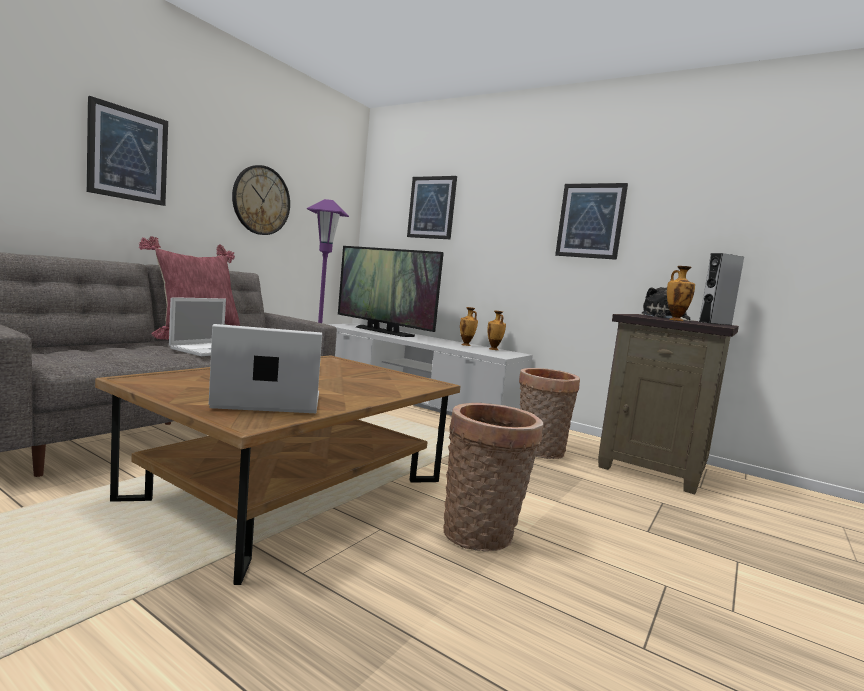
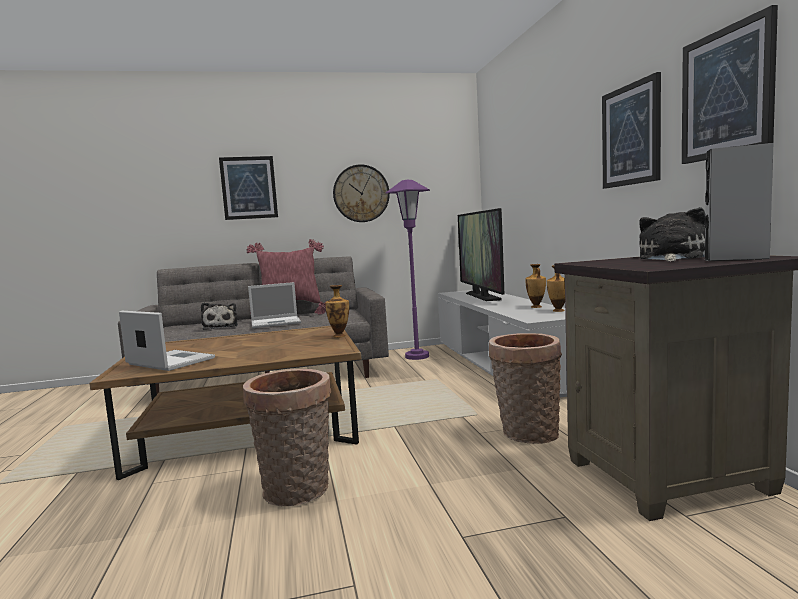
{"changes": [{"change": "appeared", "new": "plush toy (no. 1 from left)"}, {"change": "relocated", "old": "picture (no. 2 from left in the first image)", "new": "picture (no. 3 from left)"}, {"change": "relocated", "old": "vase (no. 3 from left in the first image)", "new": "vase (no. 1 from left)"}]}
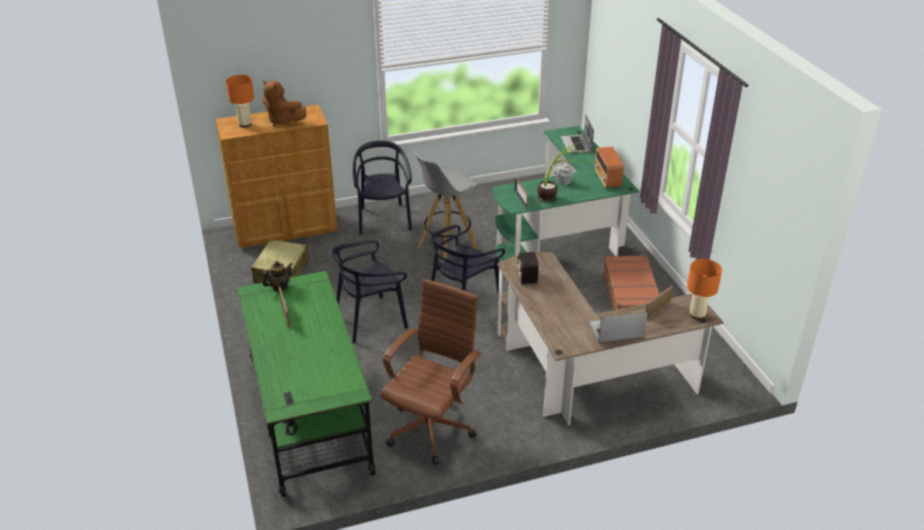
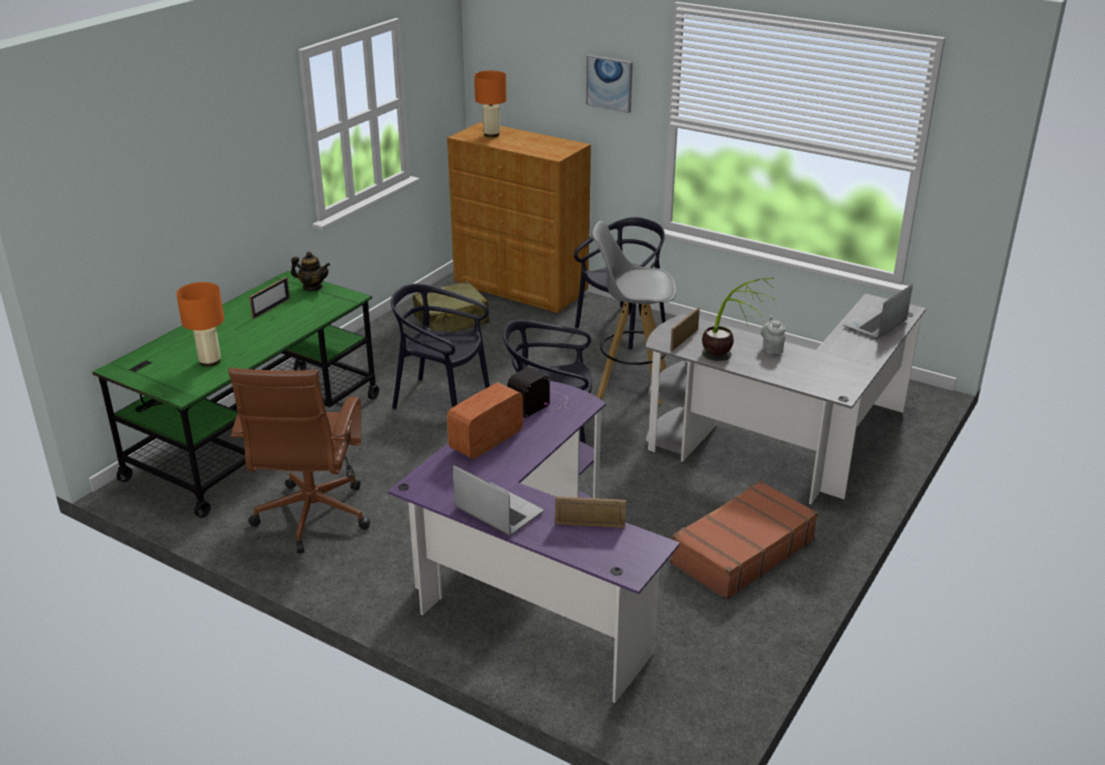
{"changes": [{"change": "missing", "old": "brown plush toy"}, {"change": "appeared", "new": "picture"}, {"change": "relocated", "old": "radio (no. 2 from left in the first image)", "new": "radio (no. 1 from left)"}, {"change": "relocated", "old": "orange table lamp (no. 2 from left in the first image)", "new": "orange table lamp (no. 1 from left)"}, {"change": "colour", "old": "green desk (no. 2 from left)", "new": "grey desk"}, {"change": "colour", "old": "brown desk", "new": "purple desk"}, {"change": "spun", "old": "brown office chair", "degrees": 105}]}
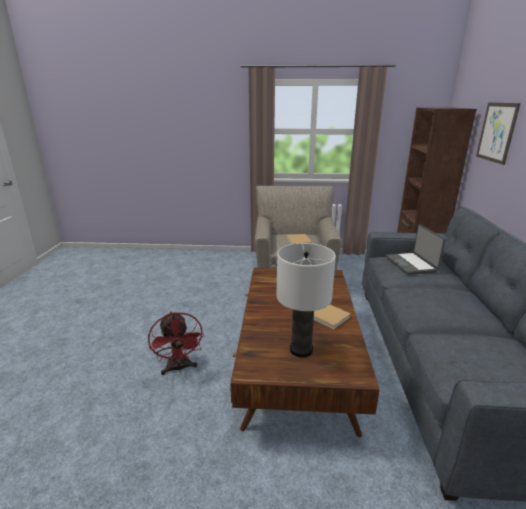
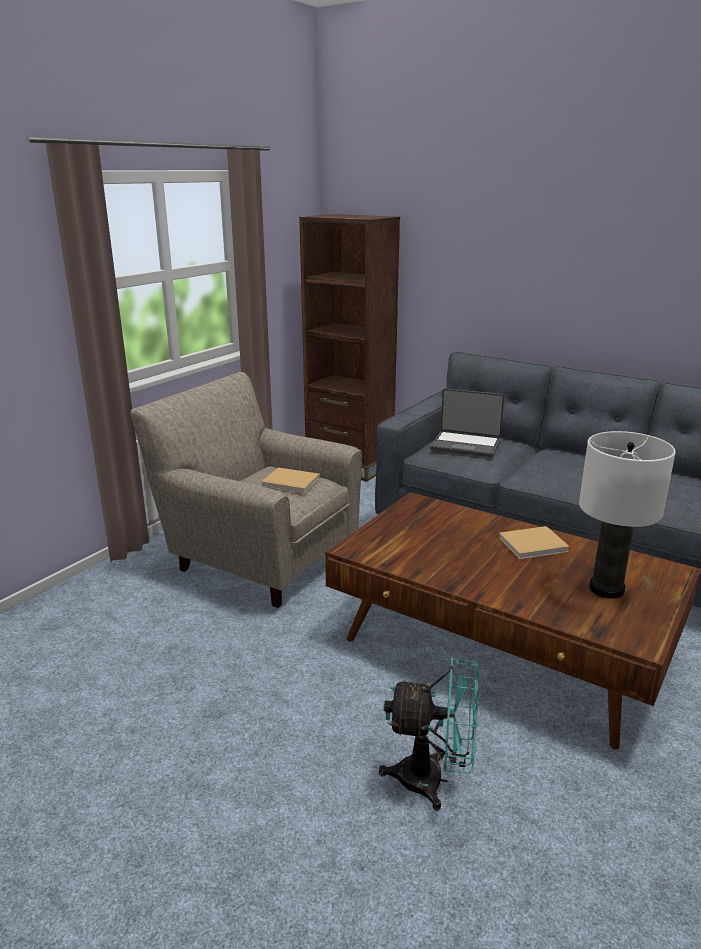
{"changes": [{"change": "missing", "old": "picture"}, {"change": "colour", "old": "red fan", "new": "turquoise fan"}]}
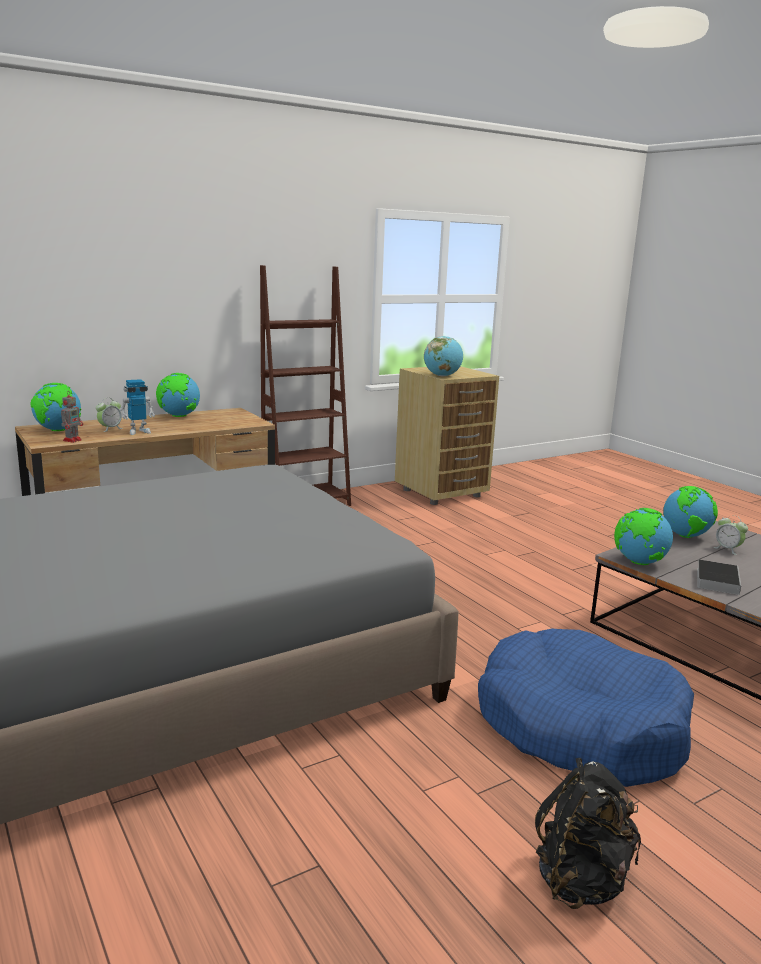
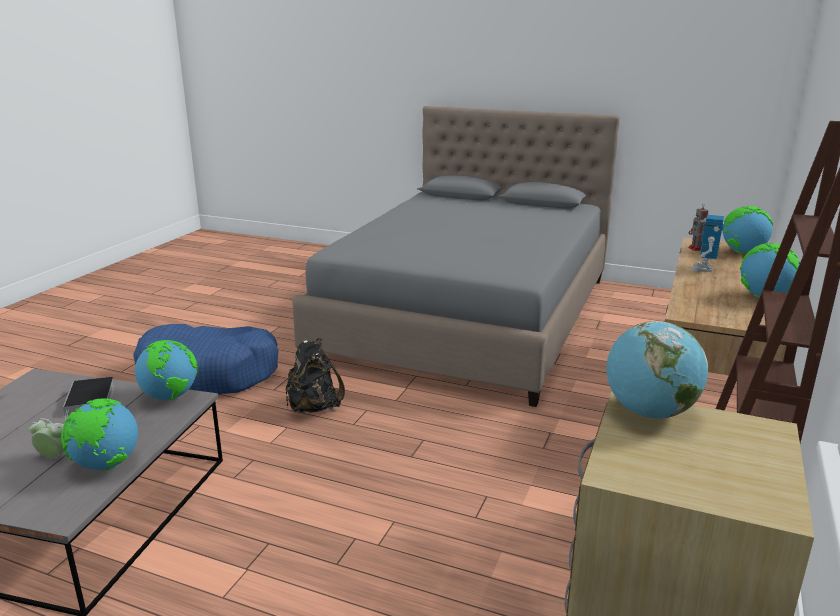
{"changes": [{"change": "missing", "old": "alarm clock (no. 1 from left)"}, {"change": "relocated", "old": "black backpack"}]}
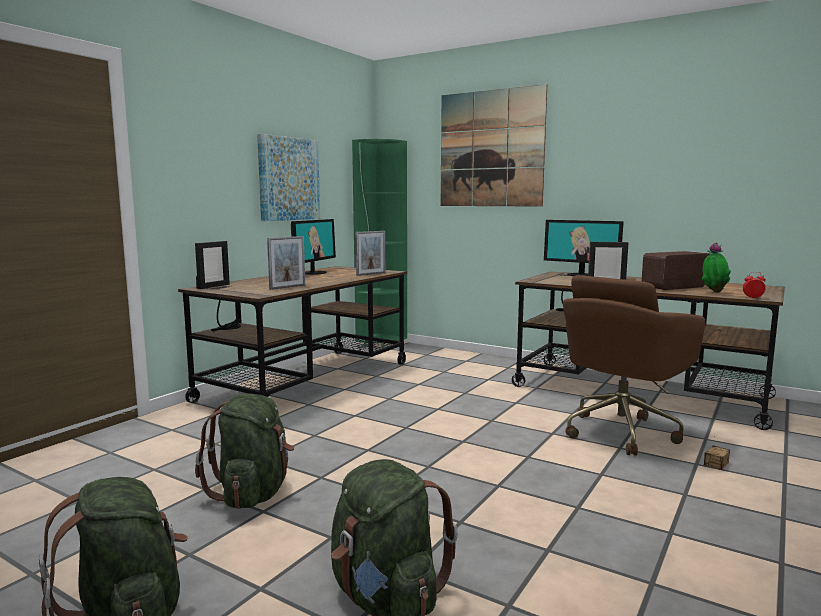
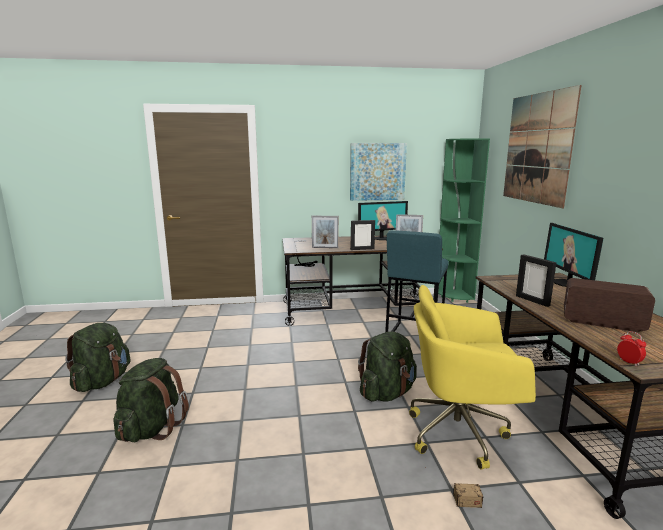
{"changes": [{"change": "missing", "old": "potted plant"}, {"change": "appeared", "new": "turquoise stool"}, {"change": "relocated", "old": "picture frame (no. 1 from left in the first image)", "new": "picture frame (no. 2 from left)"}, {"change": "relocated", "old": "green backpack (no. 2 from left in the first image)", "new": "green backpack (no. 3 from left)"}, {"change": "colour", "old": "brown office chair", "new": "yellow office chair"}]}
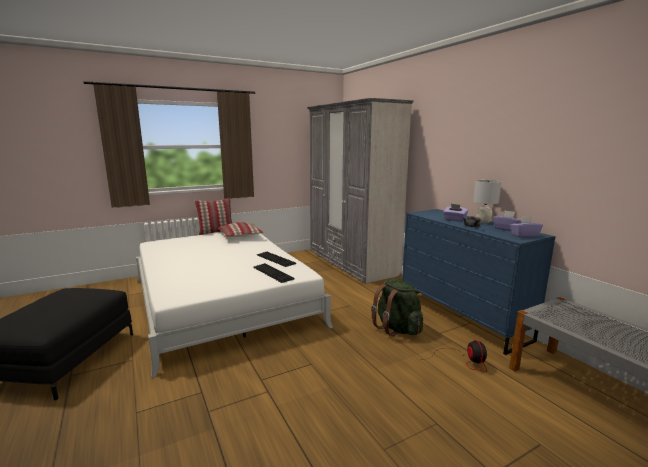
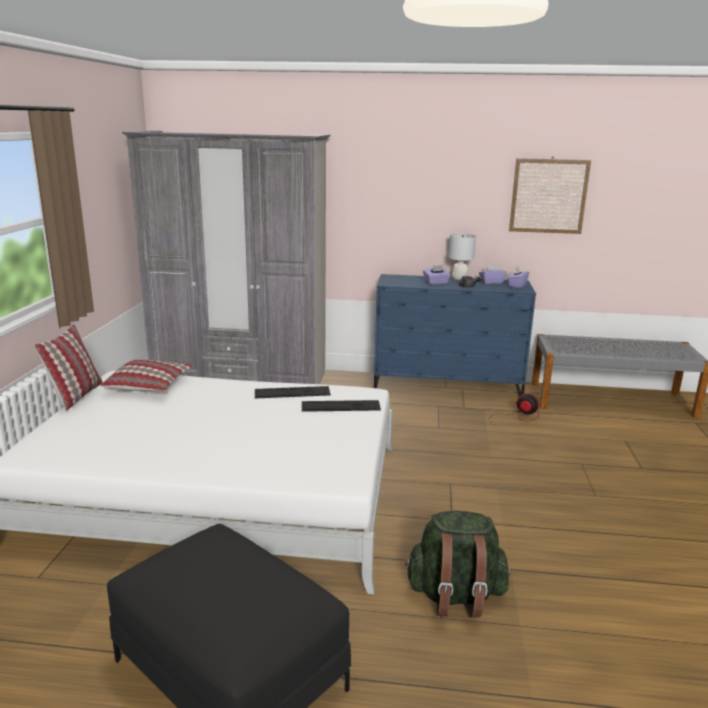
{"changes": [{"change": "appeared", "new": "picture"}, {"change": "relocated", "old": "green backpack"}]}
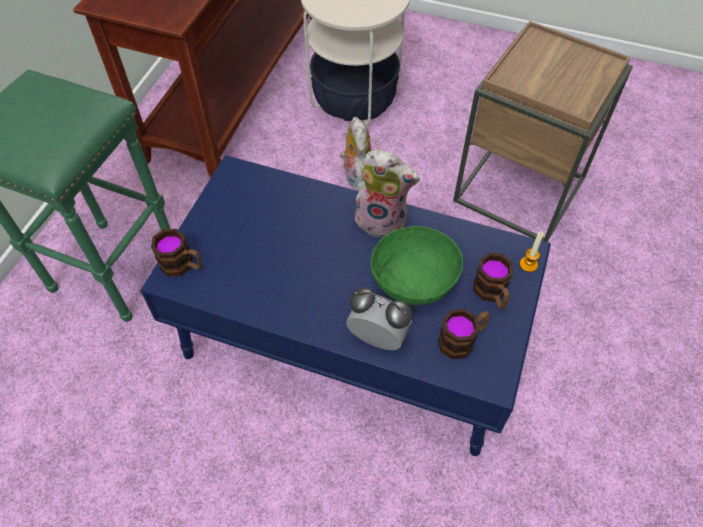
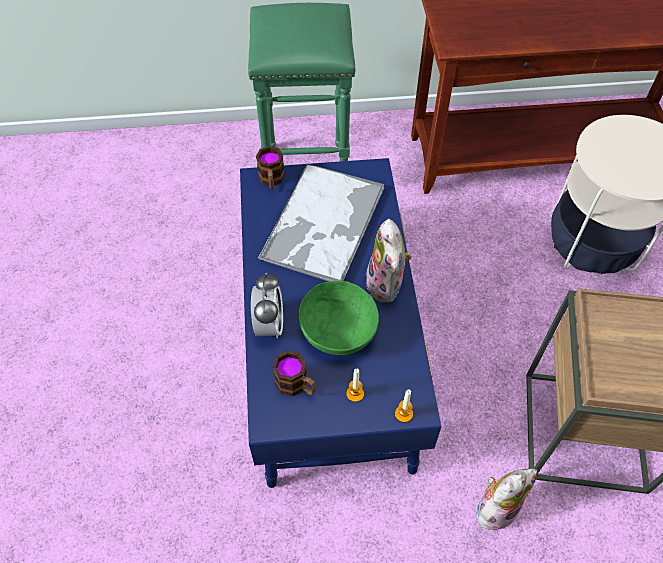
{"changes": [{"change": "appeared", "new": "tray"}, {"change": "relocated", "old": "plush toy (no. 1 from left in the first image)", "new": "plush toy (no. 2 from left)"}, {"change": "exchanged", "old": "mug (no. 3 from left)", "new": "candle (no. 1 from left)"}]}
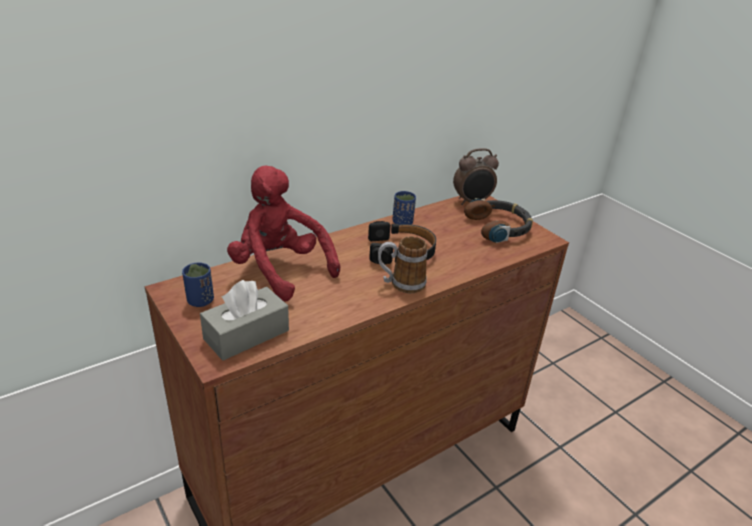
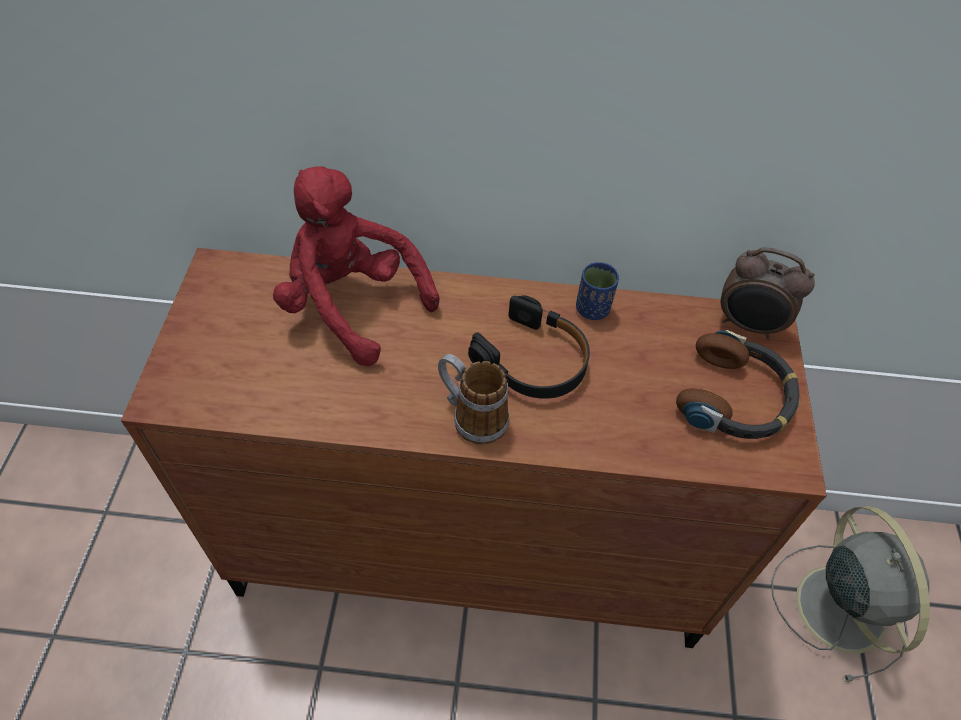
{"changes": [{"change": "missing", "old": "blue cup (no. 1 from left)"}, {"change": "missing", "old": "grey tissue box"}, {"change": "appeared", "new": "grey fan"}, {"change": "spun", "old": "red plush toy", "degrees": -45}]}
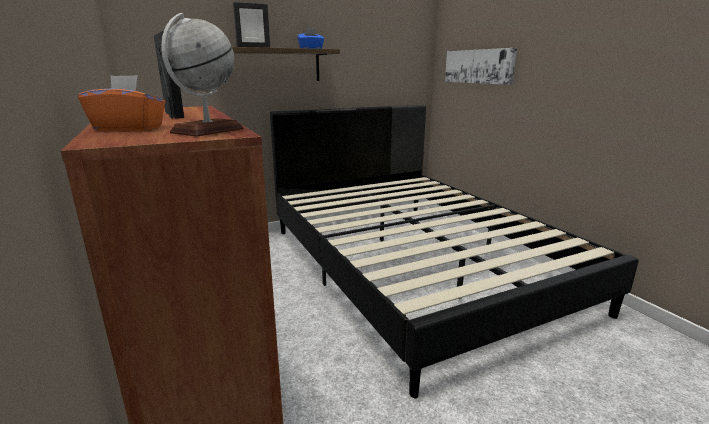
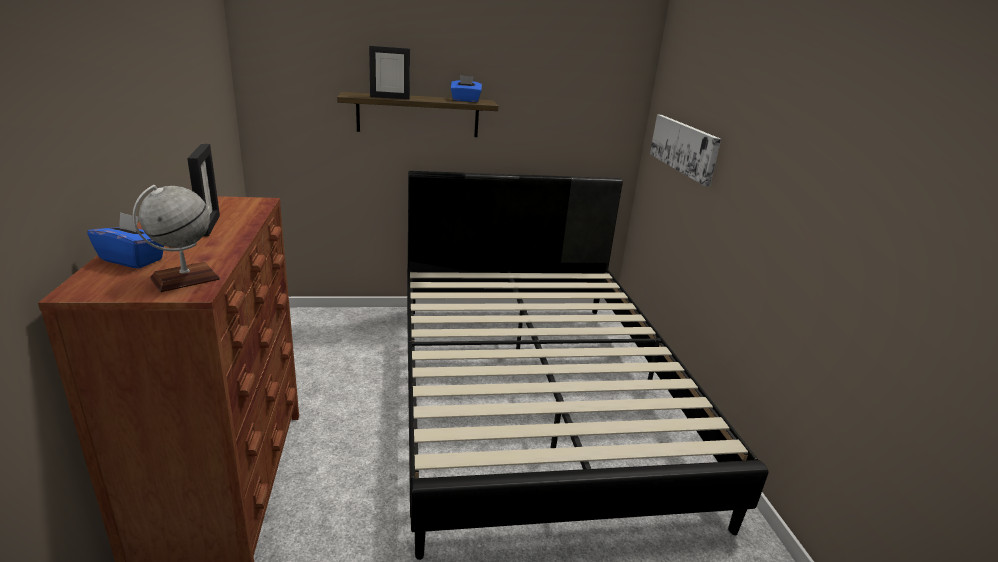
{"changes": [{"change": "colour", "old": "orange tissue box", "new": "blue tissue box (no. 1 from left)"}]}
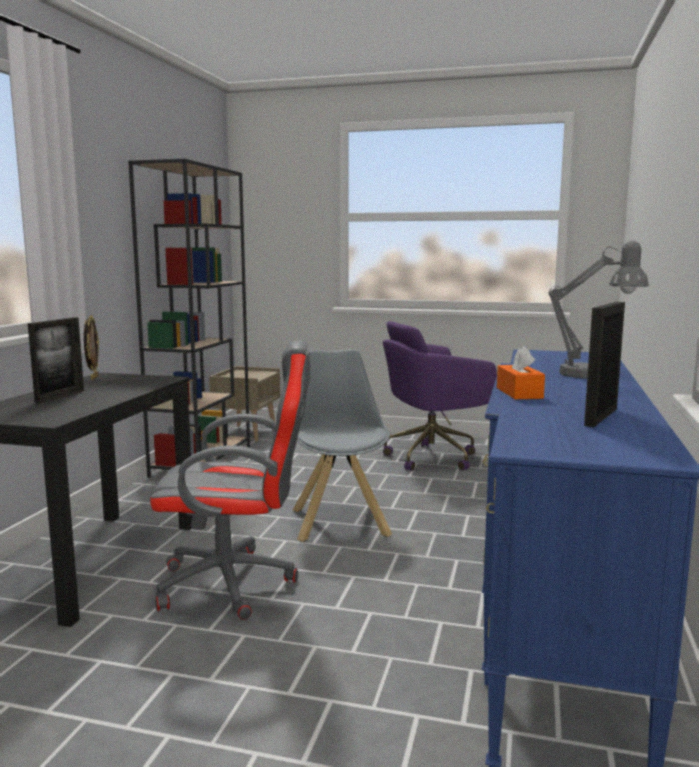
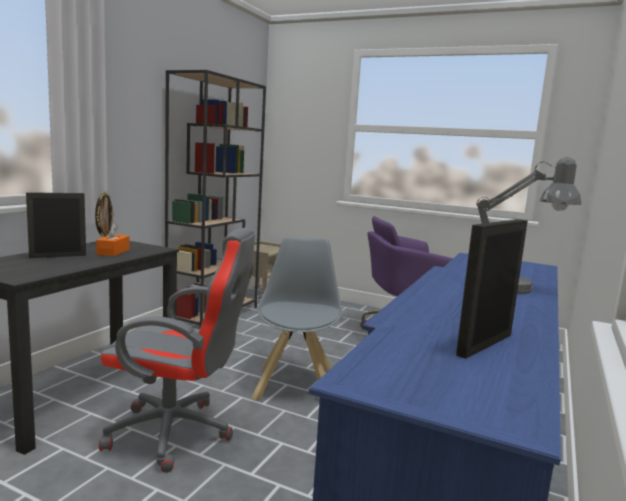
{"changes": [{"change": "relocated", "old": "orange tissue box"}, {"change": "spun", "old": "picture frame (no. 1 from left)", "degrees": -150}]}
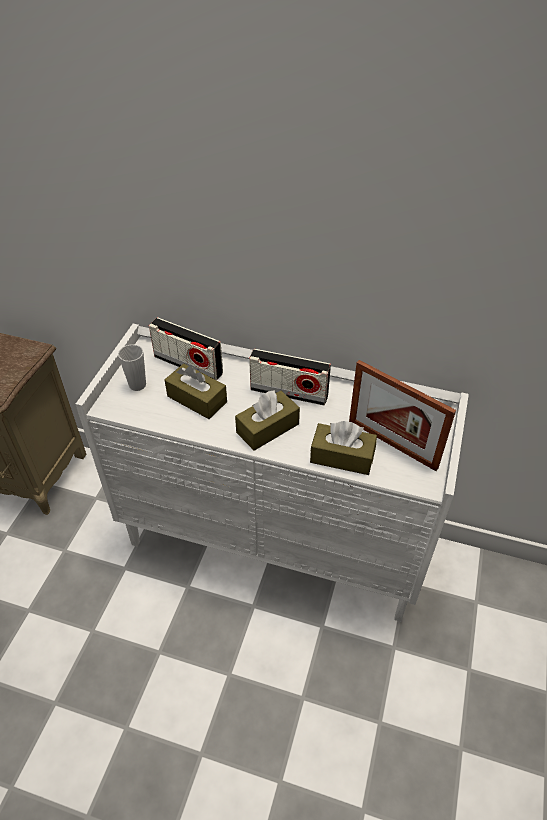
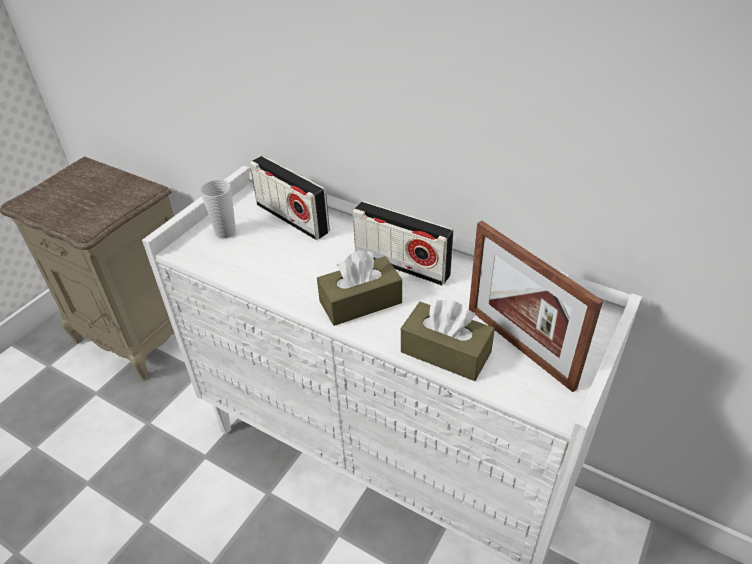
{"changes": [{"change": "missing", "old": "brown tissue box (no. 1 from left)"}]}
